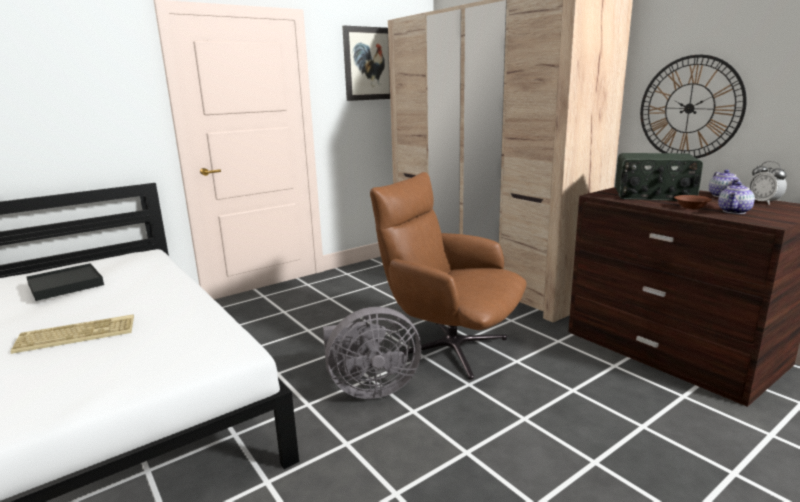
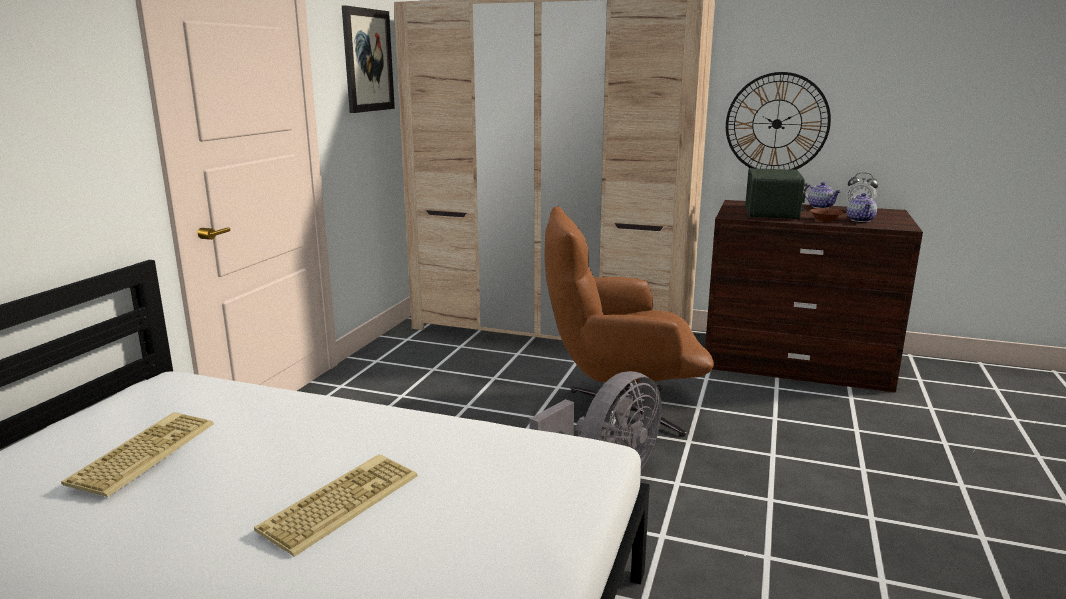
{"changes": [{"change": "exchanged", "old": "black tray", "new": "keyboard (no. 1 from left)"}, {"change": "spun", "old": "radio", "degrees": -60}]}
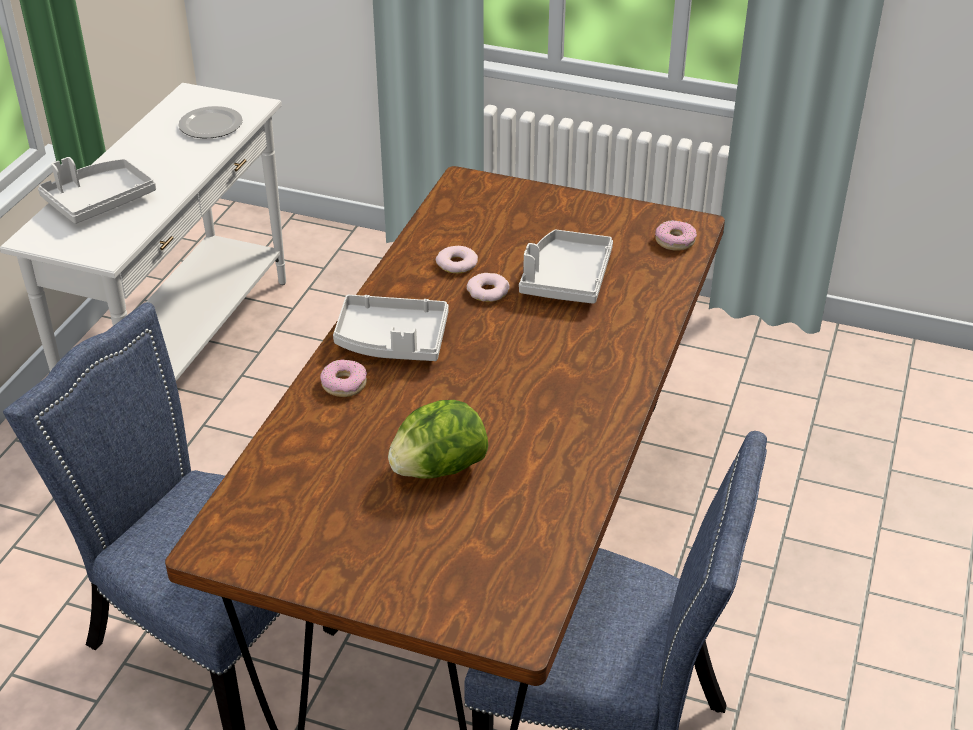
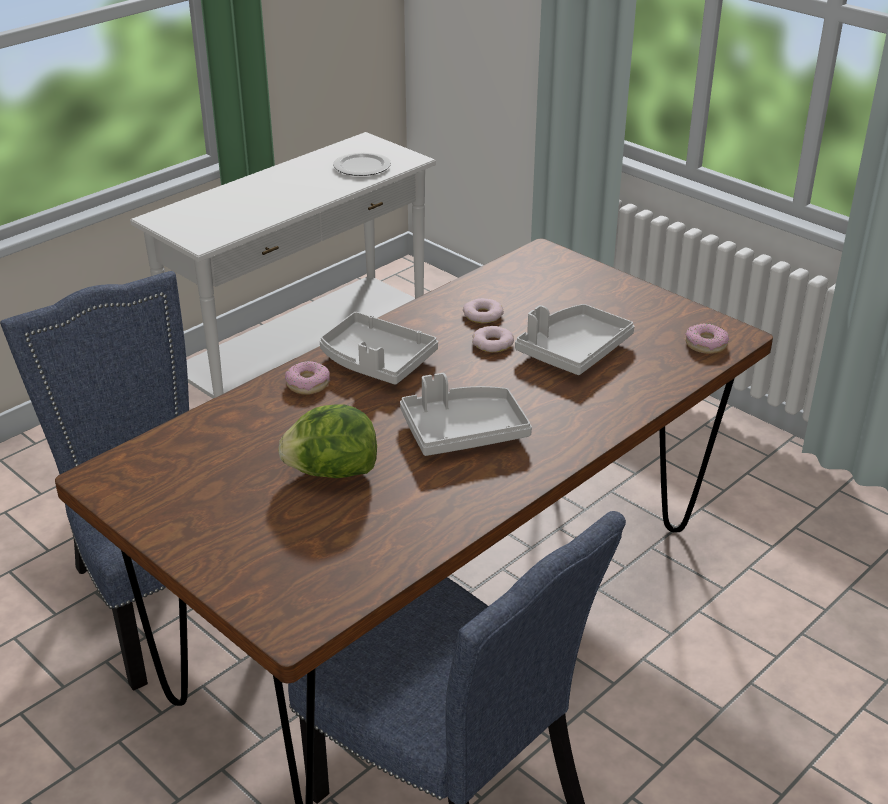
{"changes": [{"change": "relocated", "old": "grey tray (no. 1 from left in the first image)", "new": "grey tray (no. 2 from left)"}]}
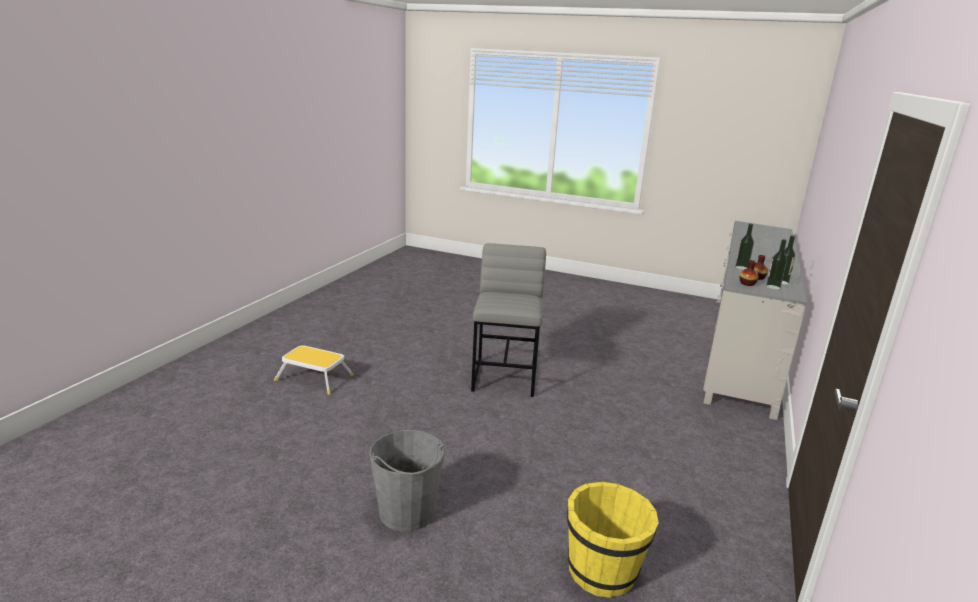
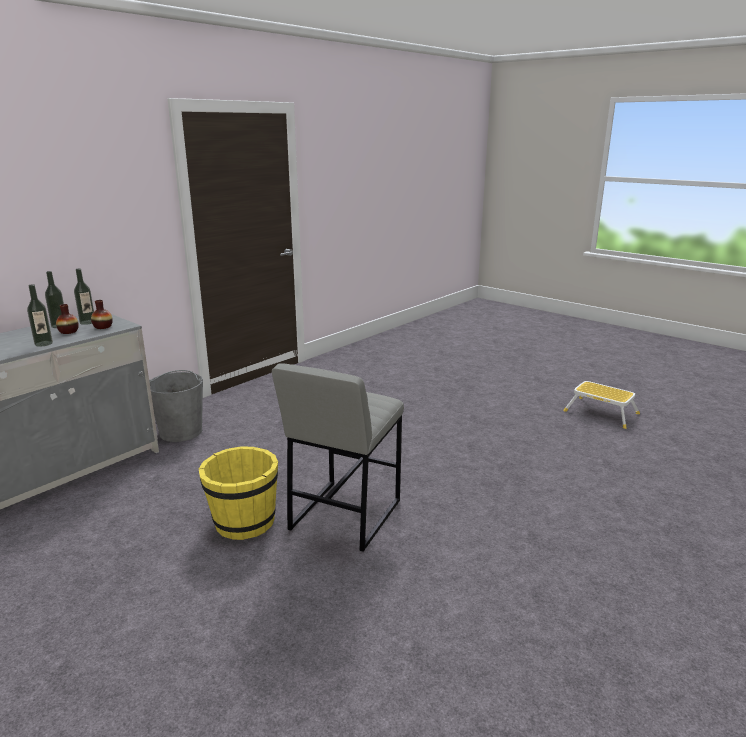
{"changes": [{"change": "relocated", "old": "yellow step ladder"}, {"change": "relocated", "old": "grey bucket"}, {"change": "relocated", "old": "yellow bucket"}]}
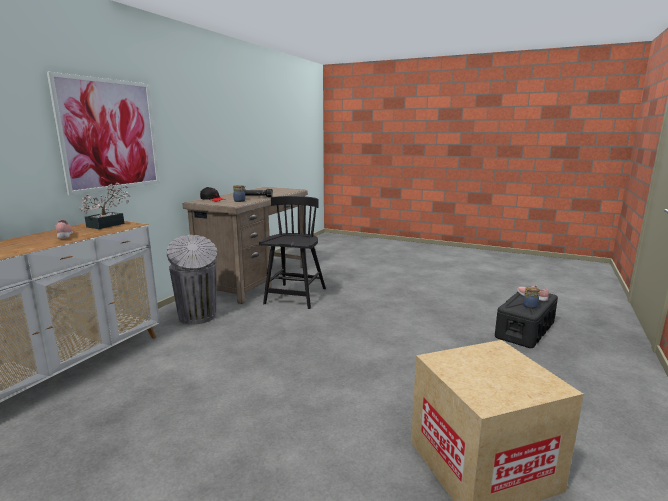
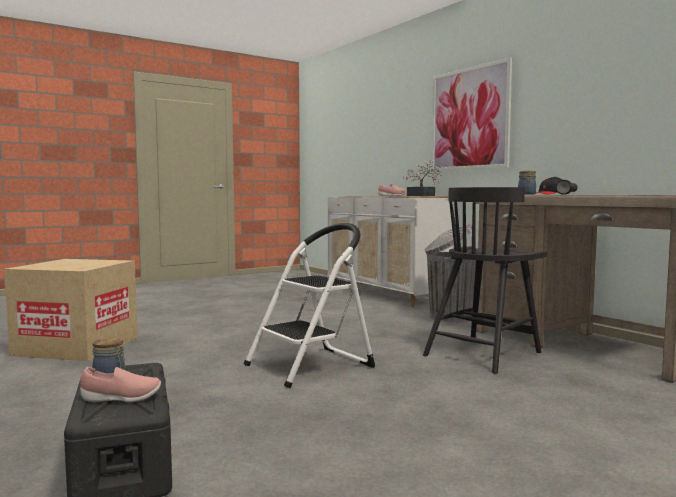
{"changes": [{"change": "appeared", "new": "step ladder"}, {"change": "spun", "old": "black chair", "degrees": 90}]}
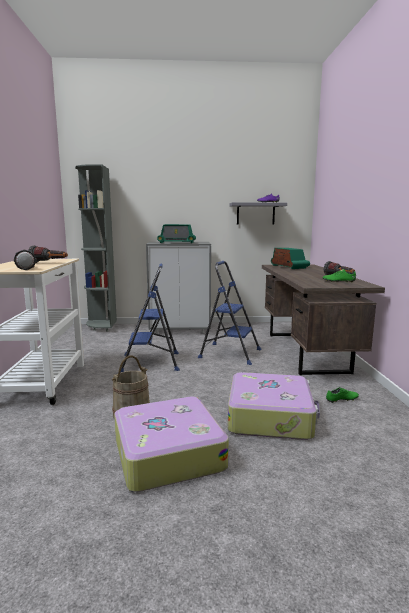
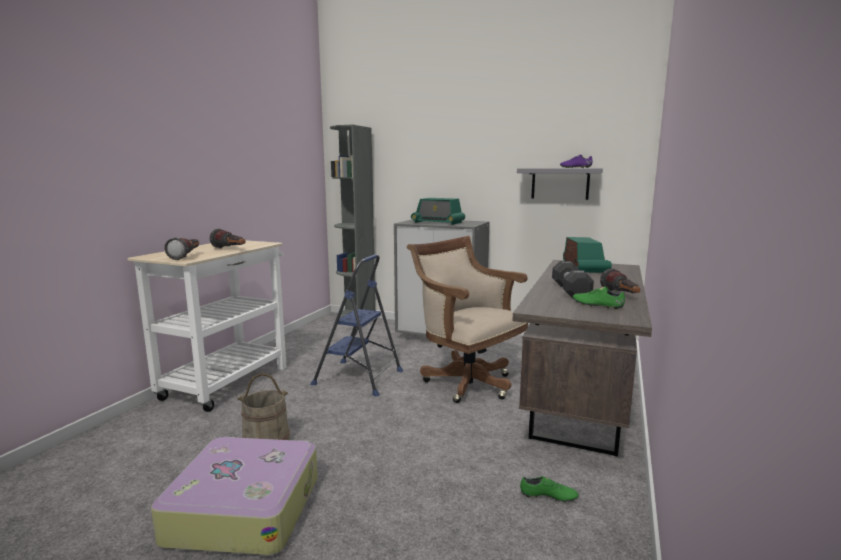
{"changes": [{"change": "missing", "old": "suitcase (no. 2 from left)"}, {"change": "appeared", "new": "black dumbbell"}, {"change": "exchanged", "old": "blue step ladder (no. 2 from left)", "new": "office chair"}]}
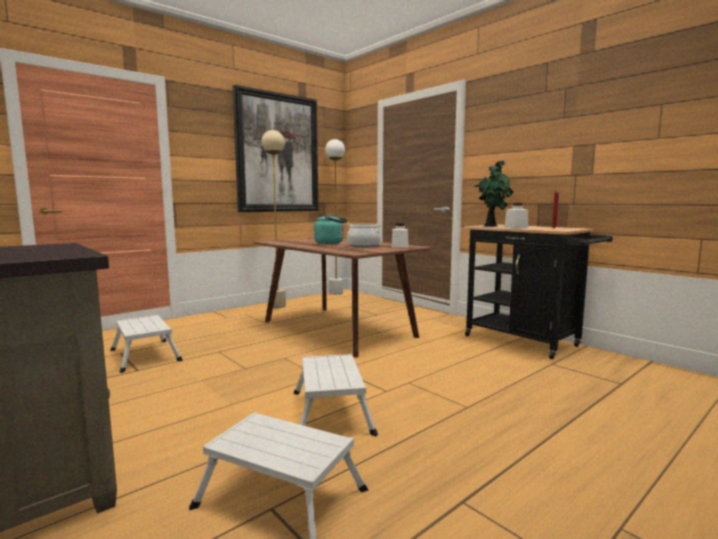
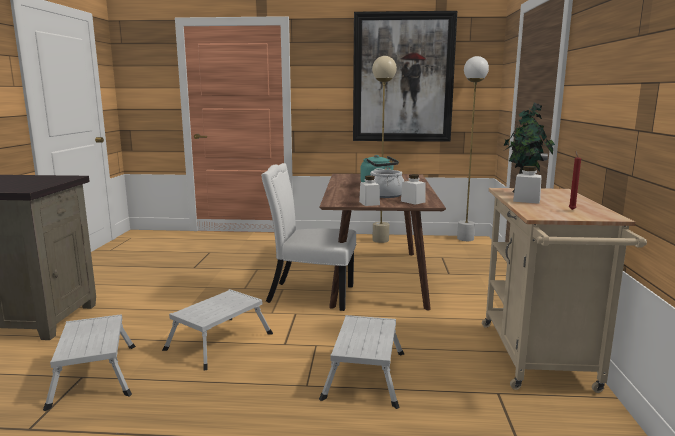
{"changes": [{"change": "appeared", "new": "white chair"}, {"change": "appeared", "new": "white jar (no. 1 from left)"}, {"change": "relocated", "old": "white step ladder (no. 1 from left in the first image)", "new": "white step ladder (no. 3 from left)"}, {"change": "colour", "old": "black cart", "new": "beige cart"}]}
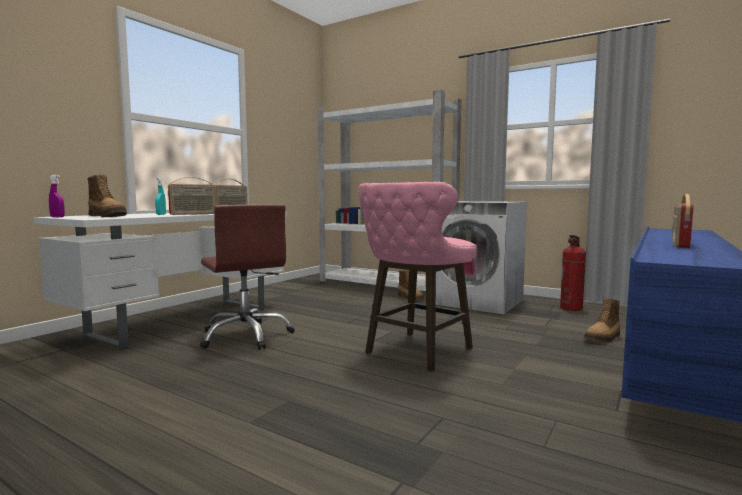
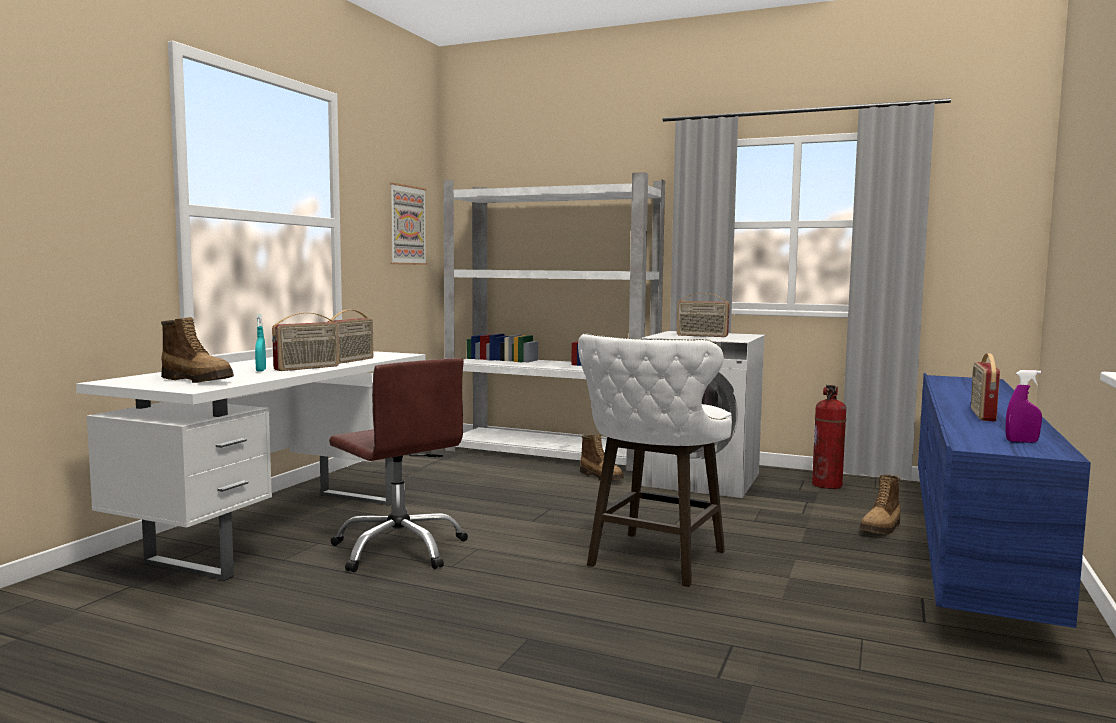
{"changes": [{"change": "appeared", "new": "picture"}, {"change": "appeared", "new": "radio (no. 3 from left)"}, {"change": "relocated", "old": "purple spray bottle"}, {"change": "colour", "old": "pink stool", "new": "white stool"}]}
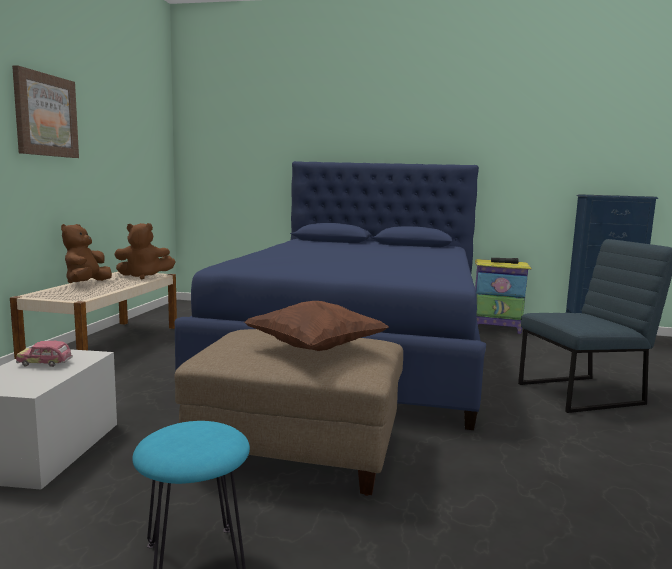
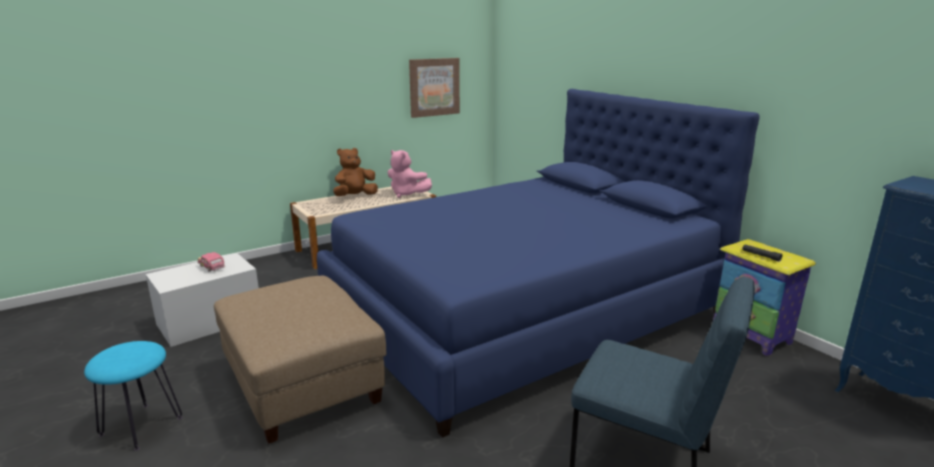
{"changes": [{"change": "missing", "old": "brown pillow"}, {"change": "relocated", "old": "picture"}, {"change": "colour", "old": "brown plush toy (no. 2 from left)", "new": "pink plush toy"}]}
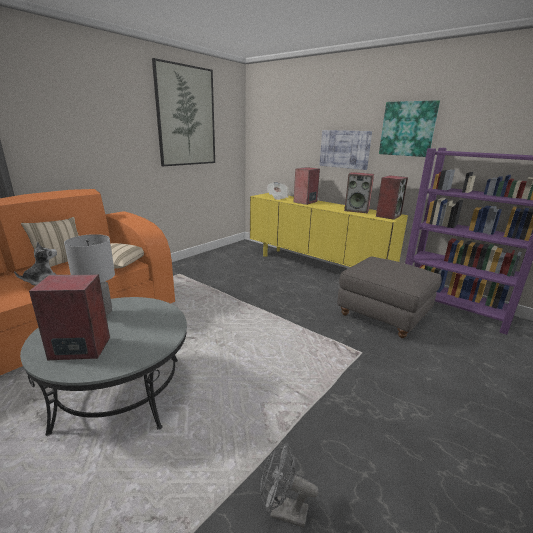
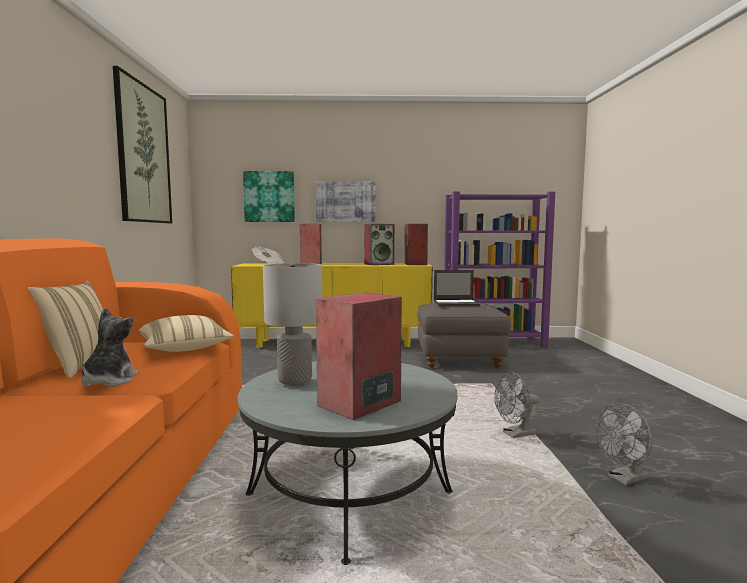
{"changes": [{"change": "appeared", "new": "laptop"}, {"change": "appeared", "new": "grey fan (no. 1 from left)"}, {"change": "relocated", "old": "picture (no. 3 from left in the first image)", "new": "picture (no. 2 from left)"}]}
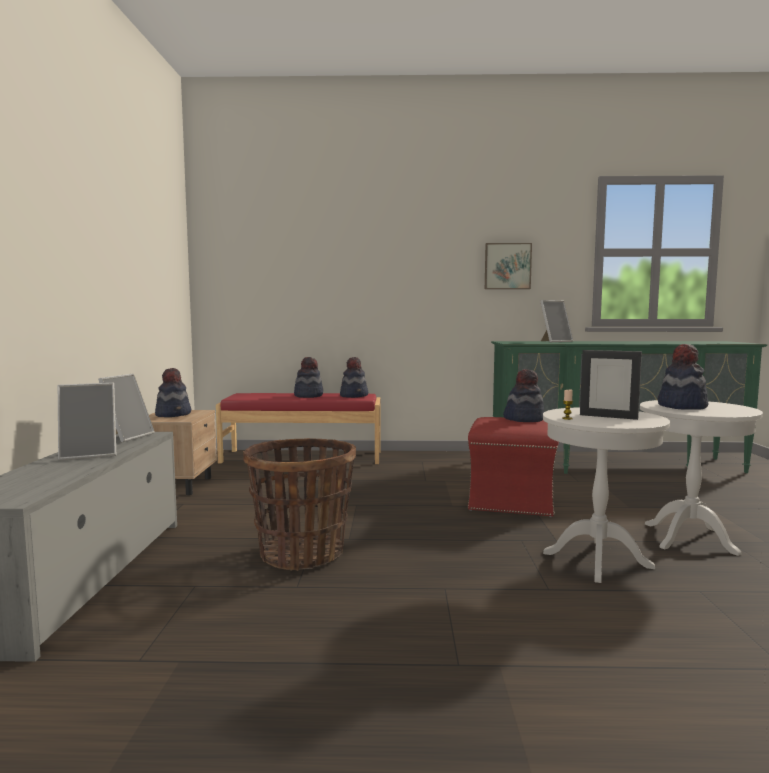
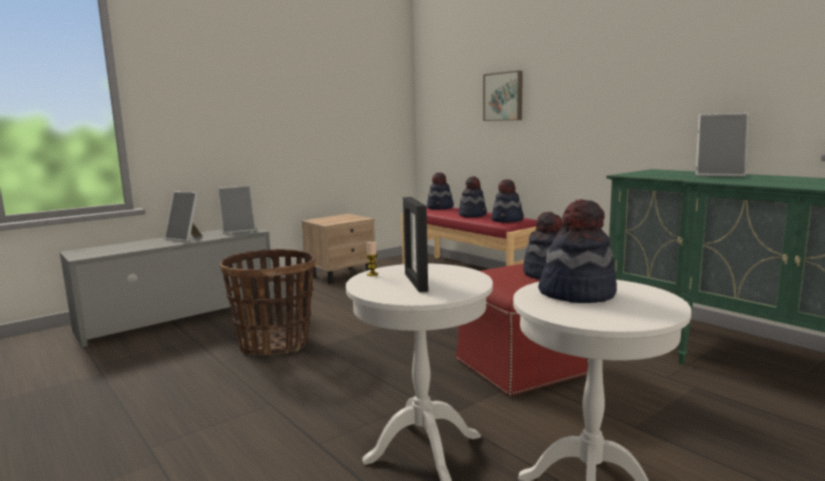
{"changes": [{"change": "relocated", "old": "hat (no. 1 from left)"}, {"change": "relocated", "old": "picture"}]}
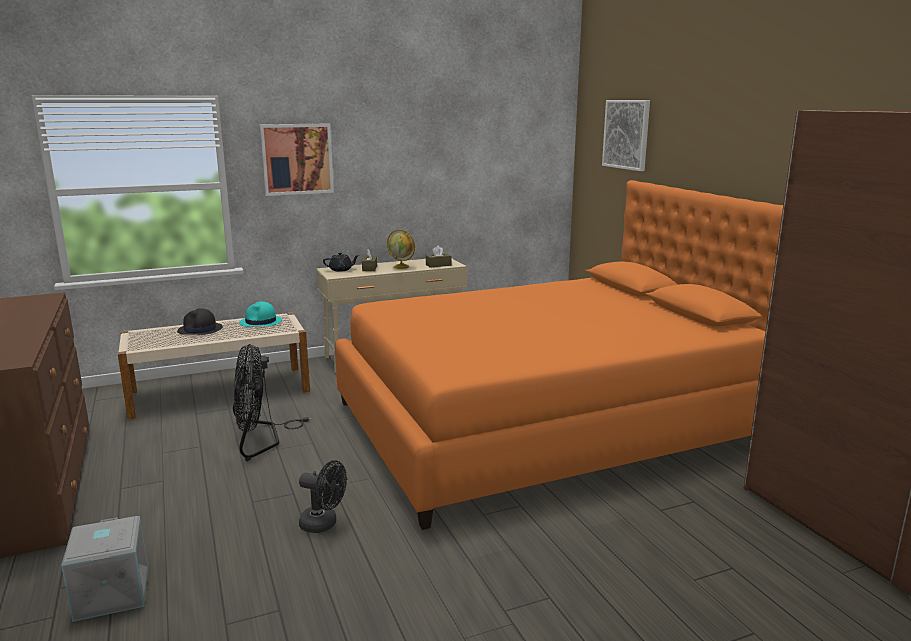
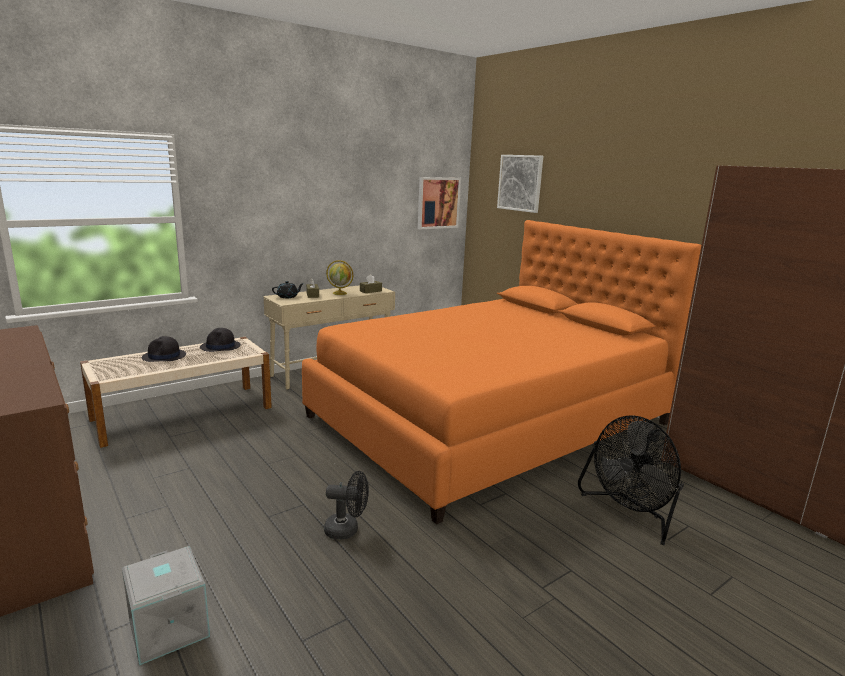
{"changes": [{"change": "relocated", "old": "black fan (no. 1 from left in the first image)", "new": "black fan (no. 2 from left)"}, {"change": "relocated", "old": "picture (no. 1 from left)"}, {"change": "colour", "old": "turquoise hat", "new": "black hat (no. 2 from left)"}]}
